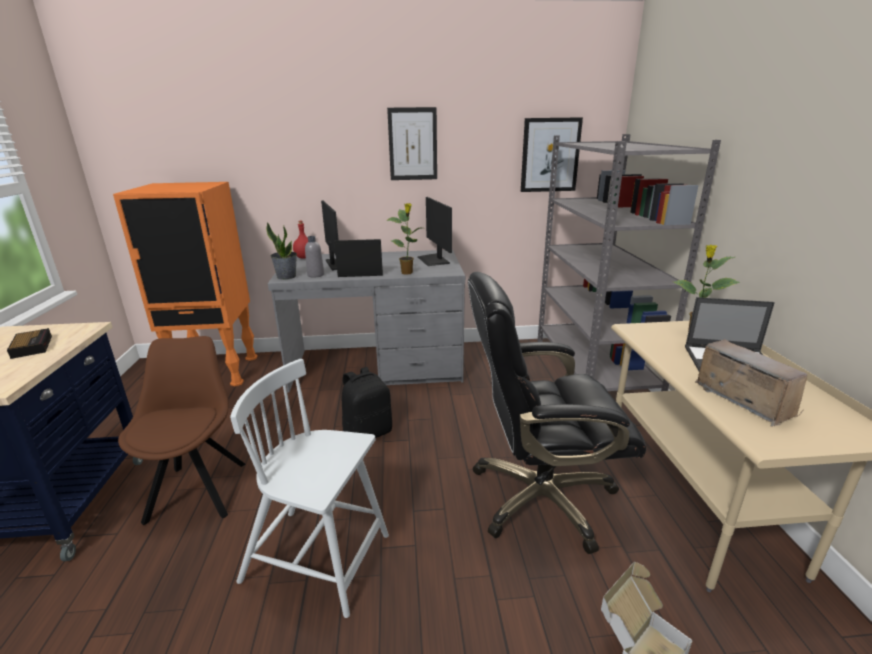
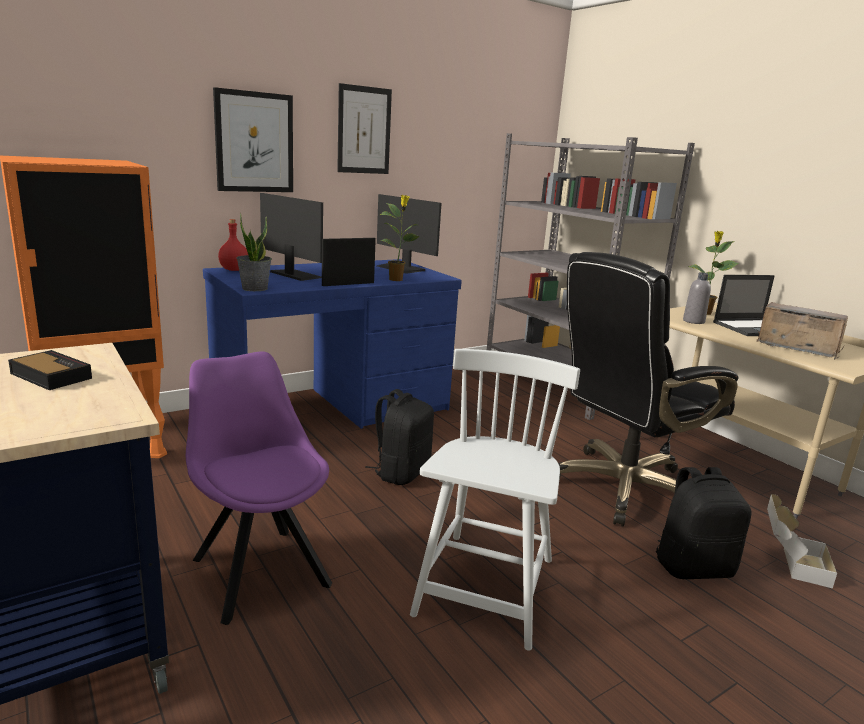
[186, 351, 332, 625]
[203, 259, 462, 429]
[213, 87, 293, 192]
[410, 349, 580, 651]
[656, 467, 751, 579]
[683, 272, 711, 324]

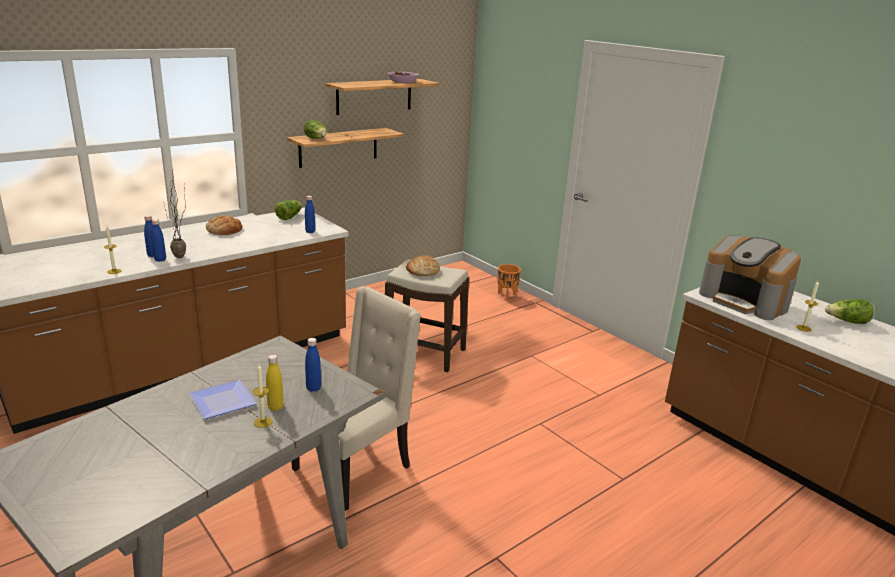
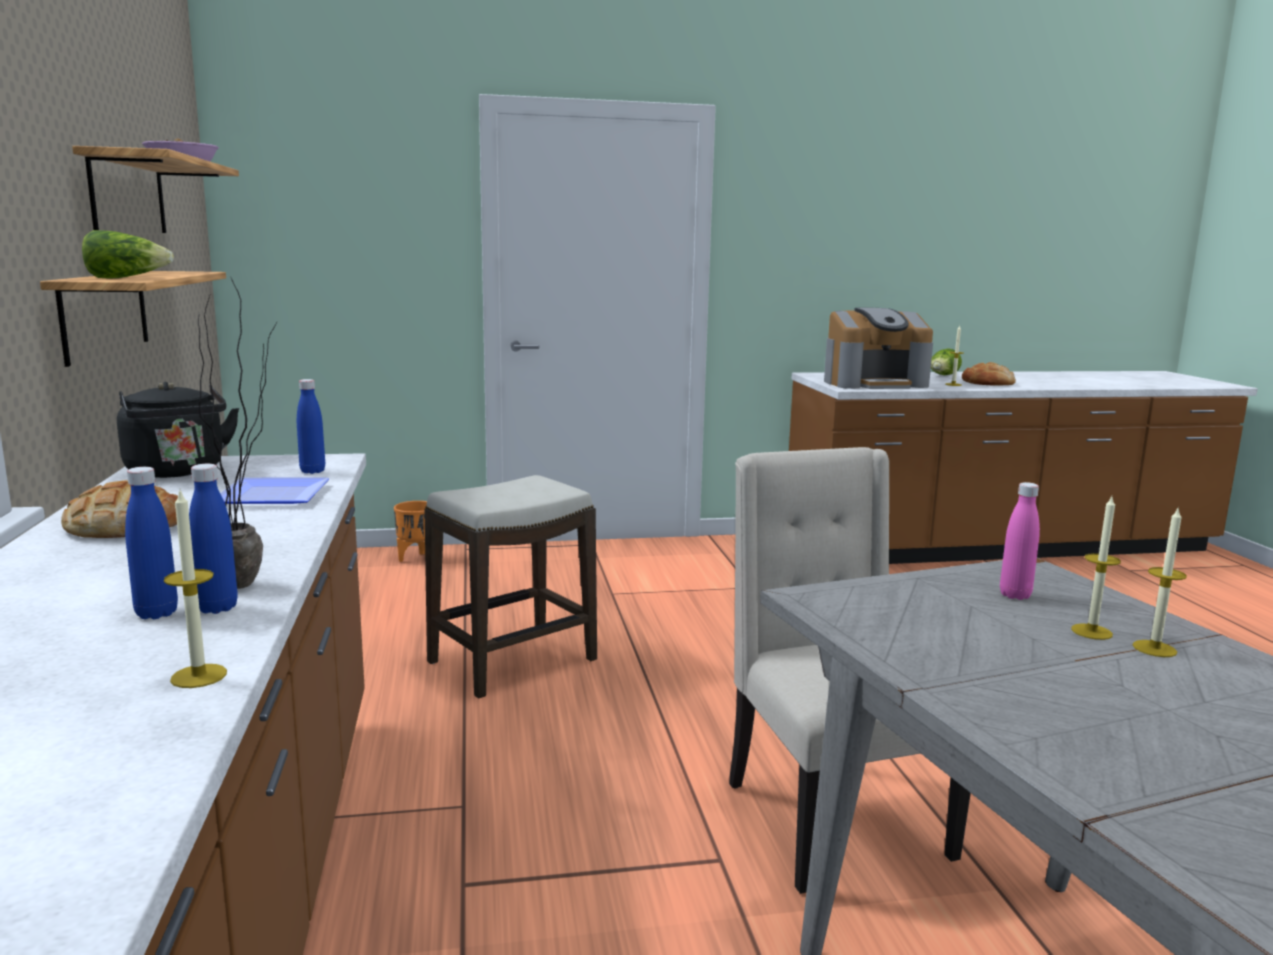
[117, 382, 239, 478]
[220, 477, 330, 504]
[962, 362, 1016, 386]
[1000, 482, 1040, 600]
[1071, 497, 1121, 640]

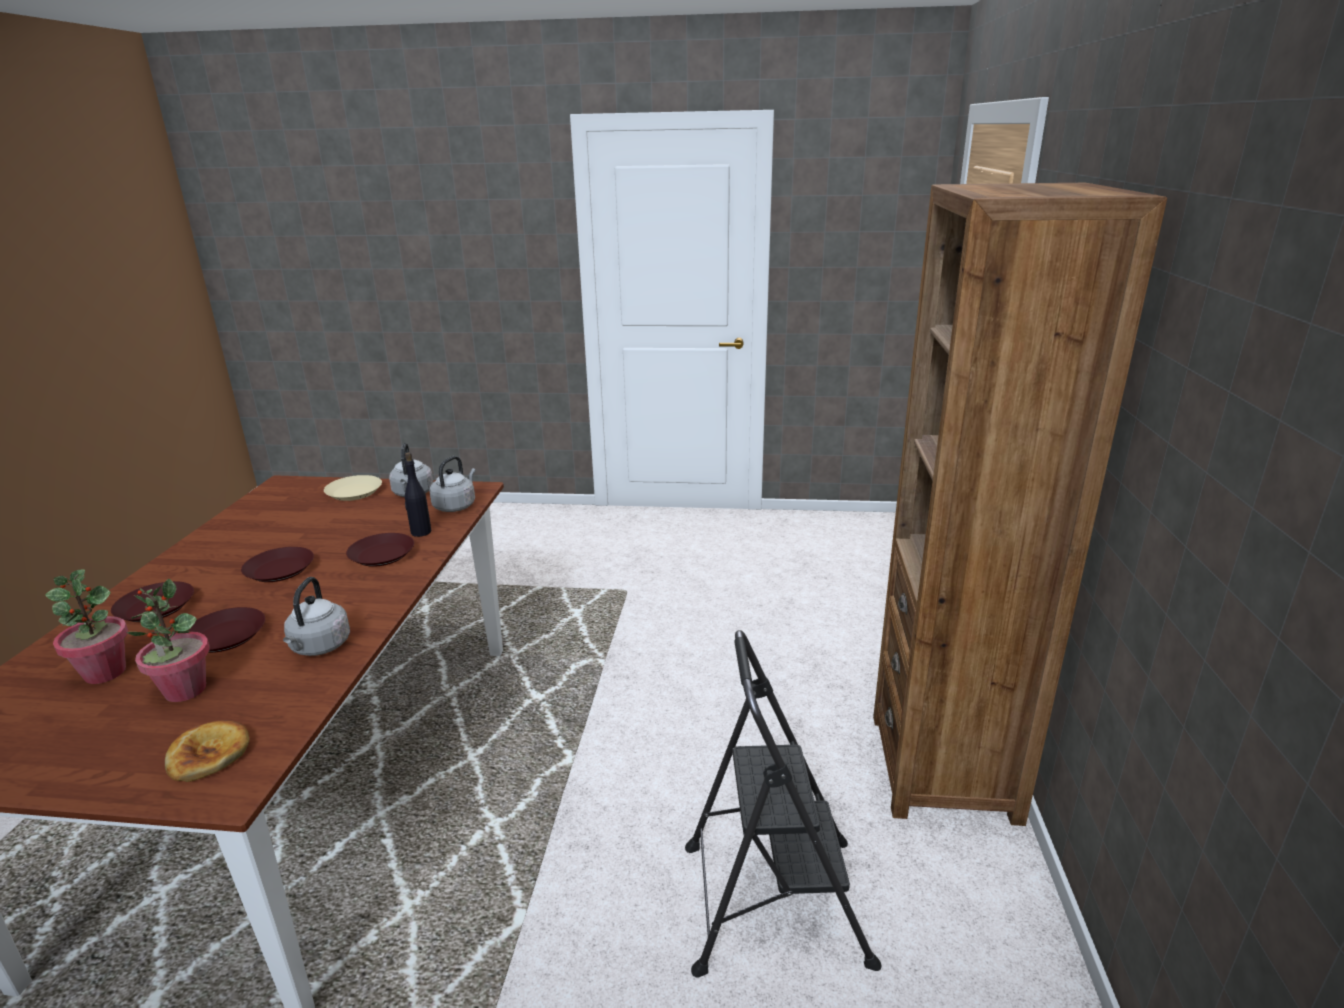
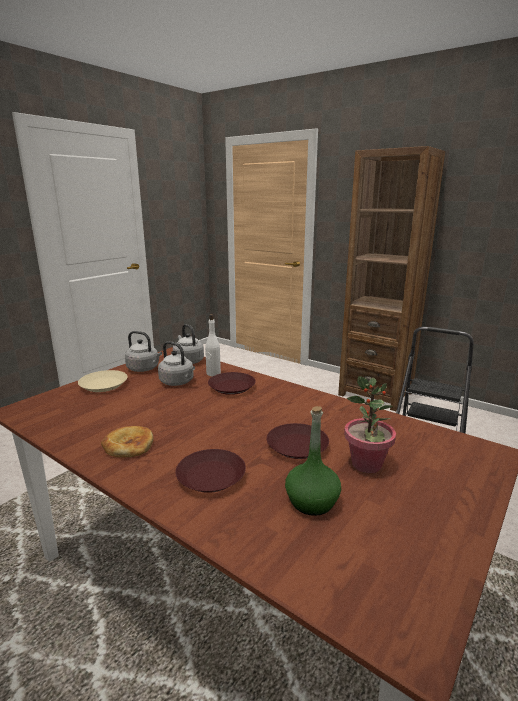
[101, 426, 153, 457]
[158, 341, 195, 386]
[205, 314, 221, 376]
[285, 406, 341, 516]
[241, 547, 314, 582] (first image)

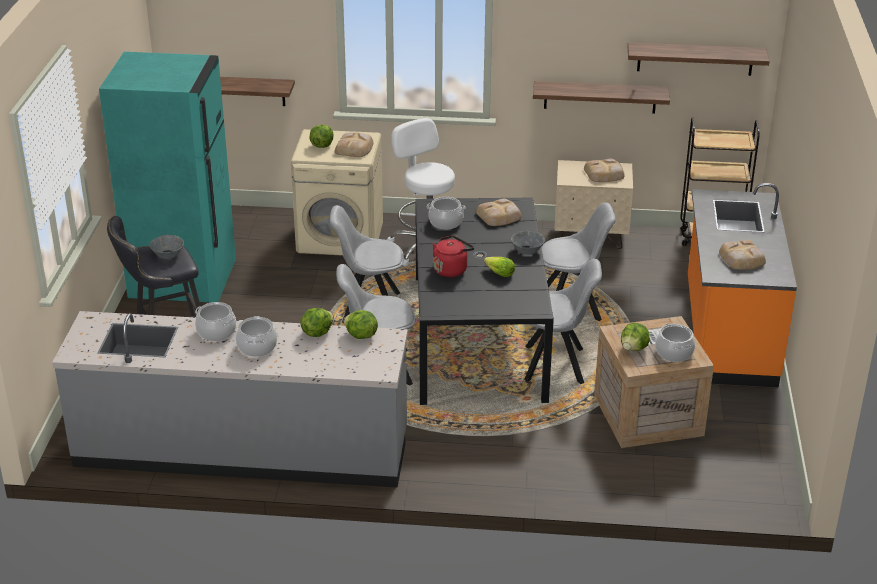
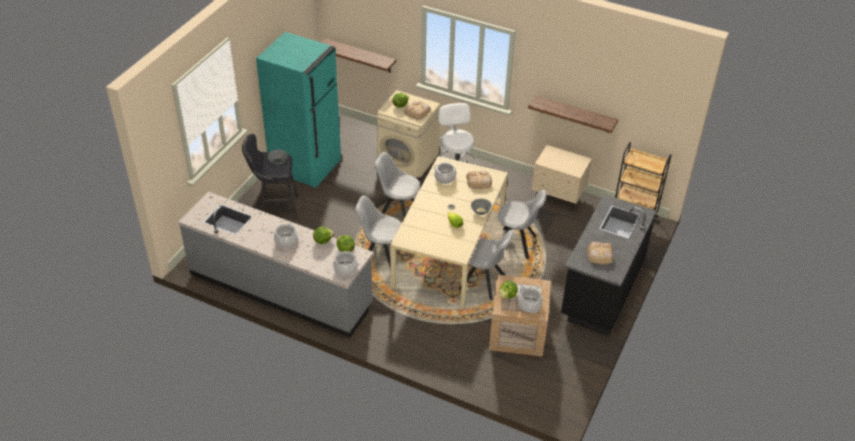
[333, 251, 358, 276]
[390, 156, 508, 308]
[561, 194, 656, 336]
[432, 235, 474, 277] (first image)
[584, 159, 625, 182] (first image)
[628, 42, 769, 76] (first image)

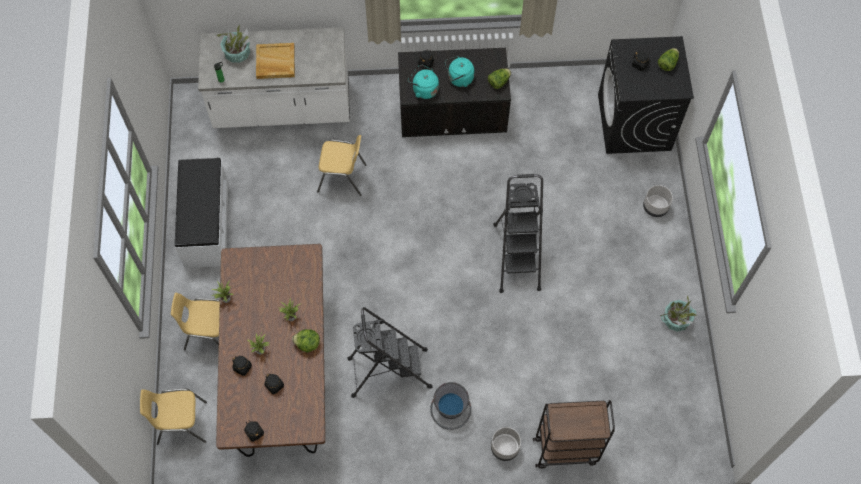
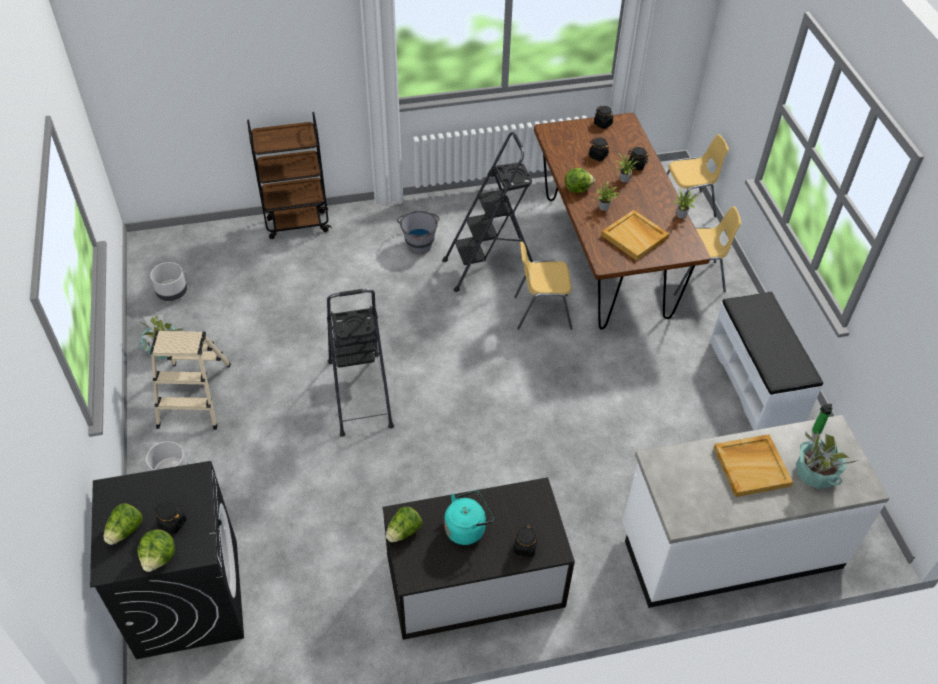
[138, 529, 175, 572]
[150, 262, 187, 301]
[150, 330, 231, 430]
[514, 242, 573, 330]
[601, 210, 669, 261]
[408, 64, 439, 99] (first image)

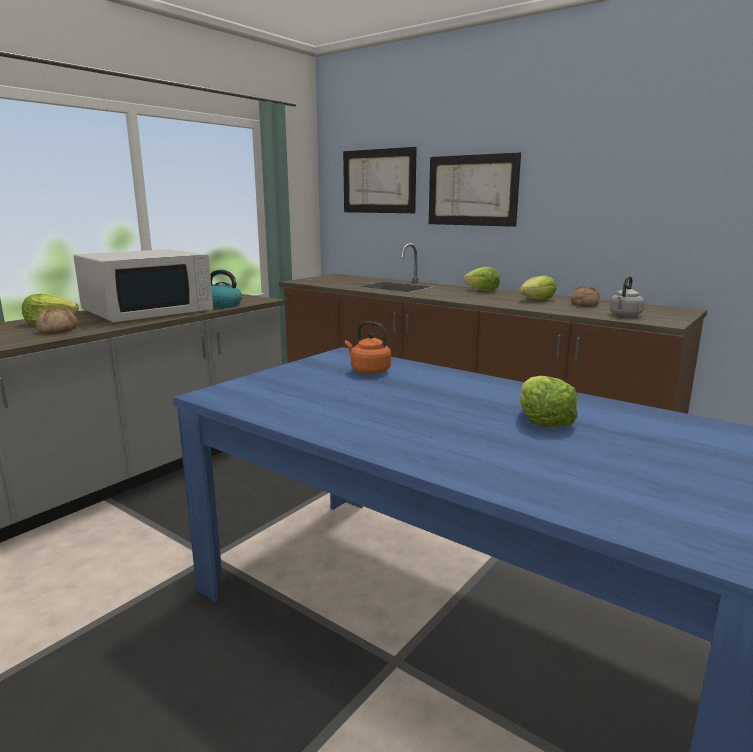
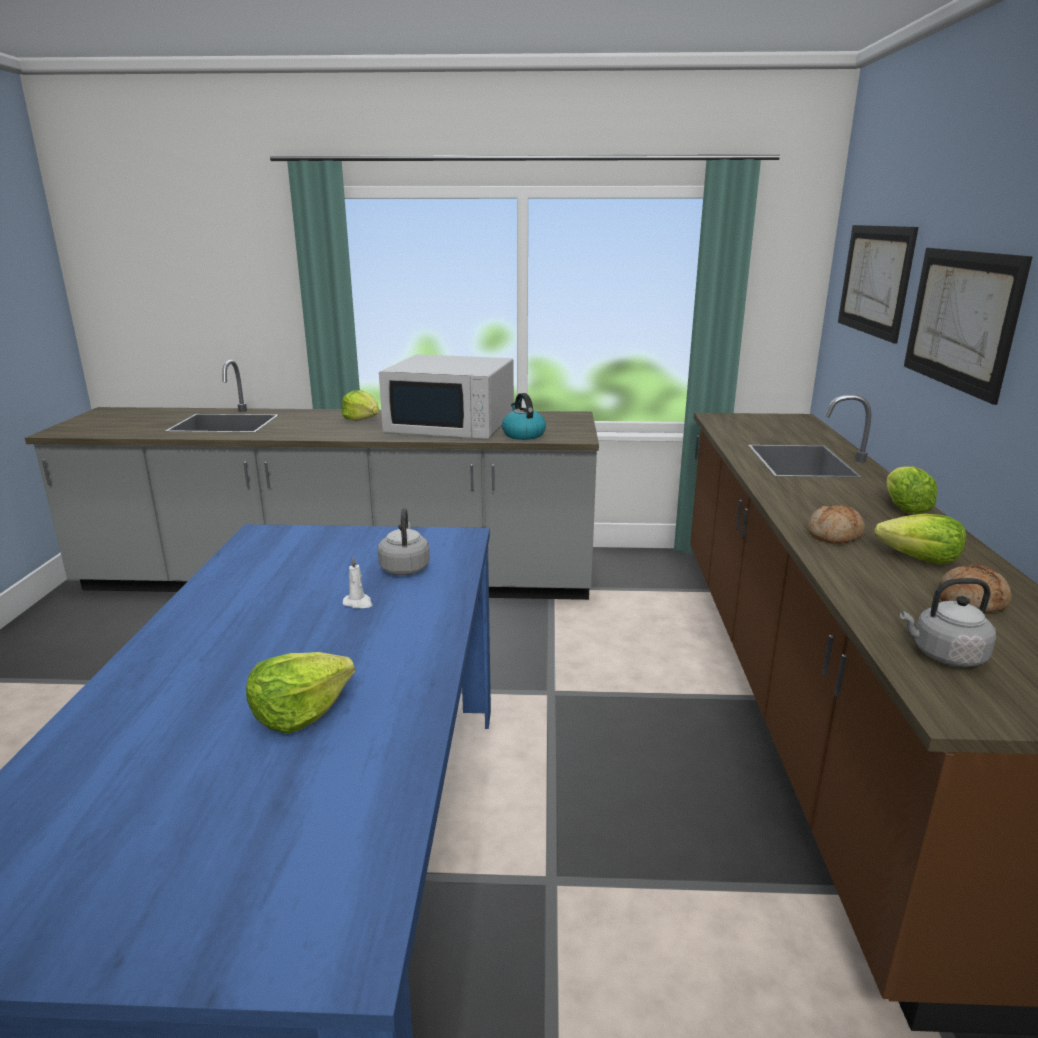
[343, 557, 372, 608]
[378, 508, 430, 575]
[808, 505, 865, 544]

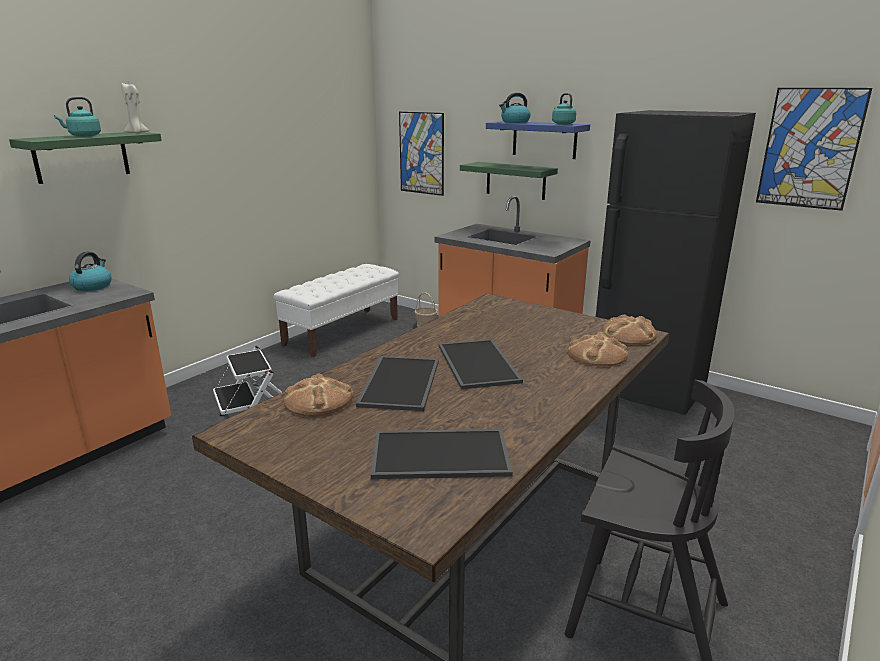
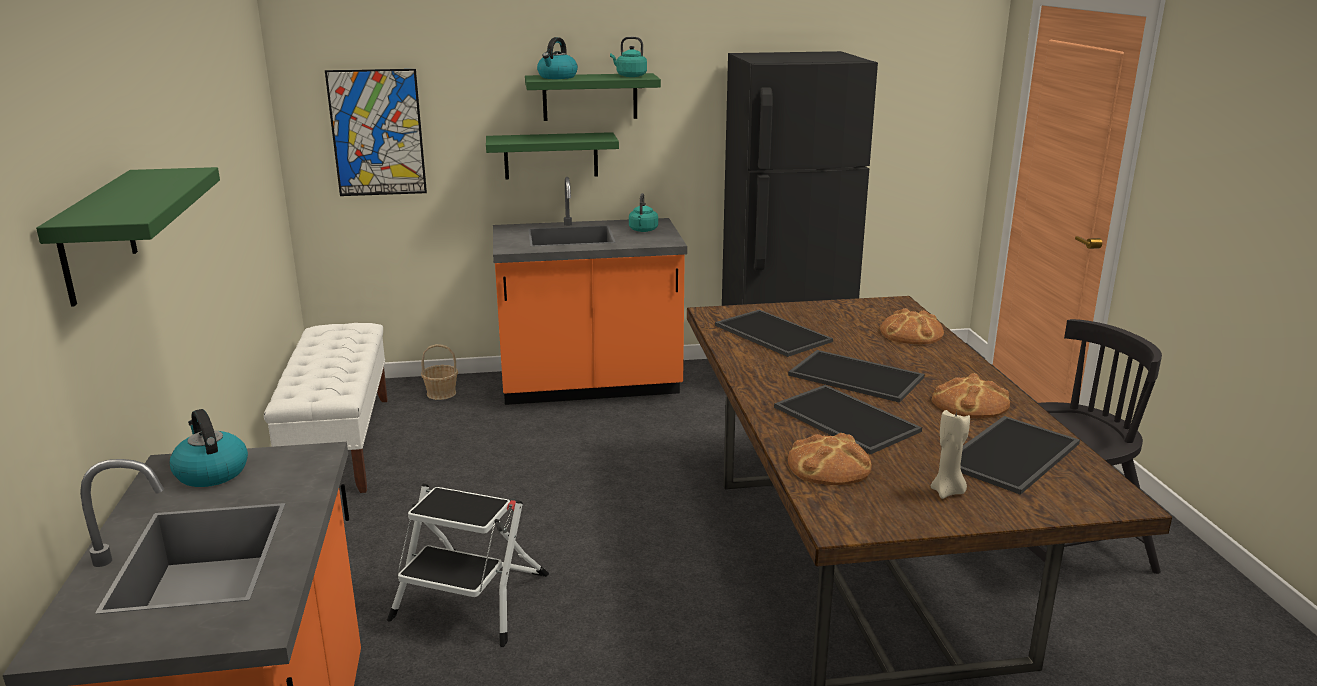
[525, 73, 661, 121]
[629, 193, 658, 232]
[715, 310, 833, 357]
[931, 410, 970, 499]
[932, 373, 1010, 418]
[756, 88, 872, 211] (first image)

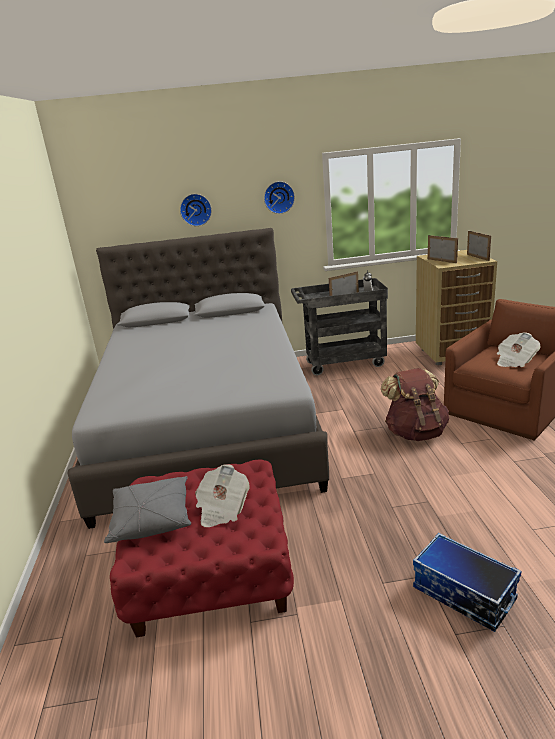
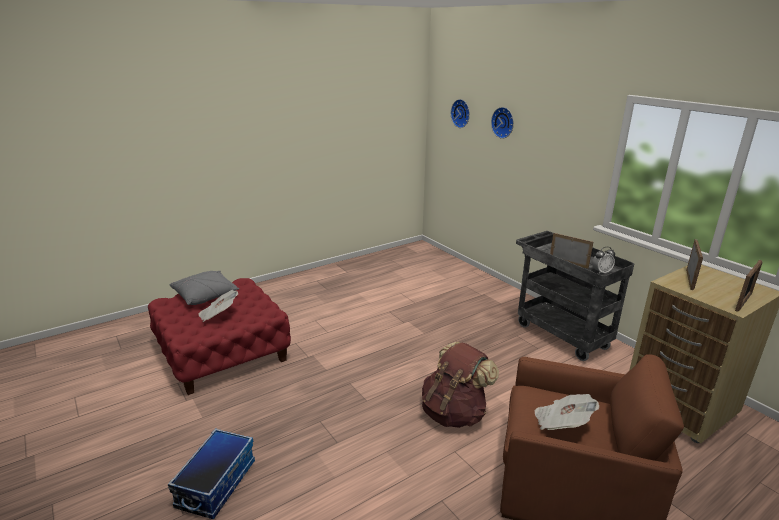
[451, 99, 470, 128]
[67, 228, 329, 529] (first image)

